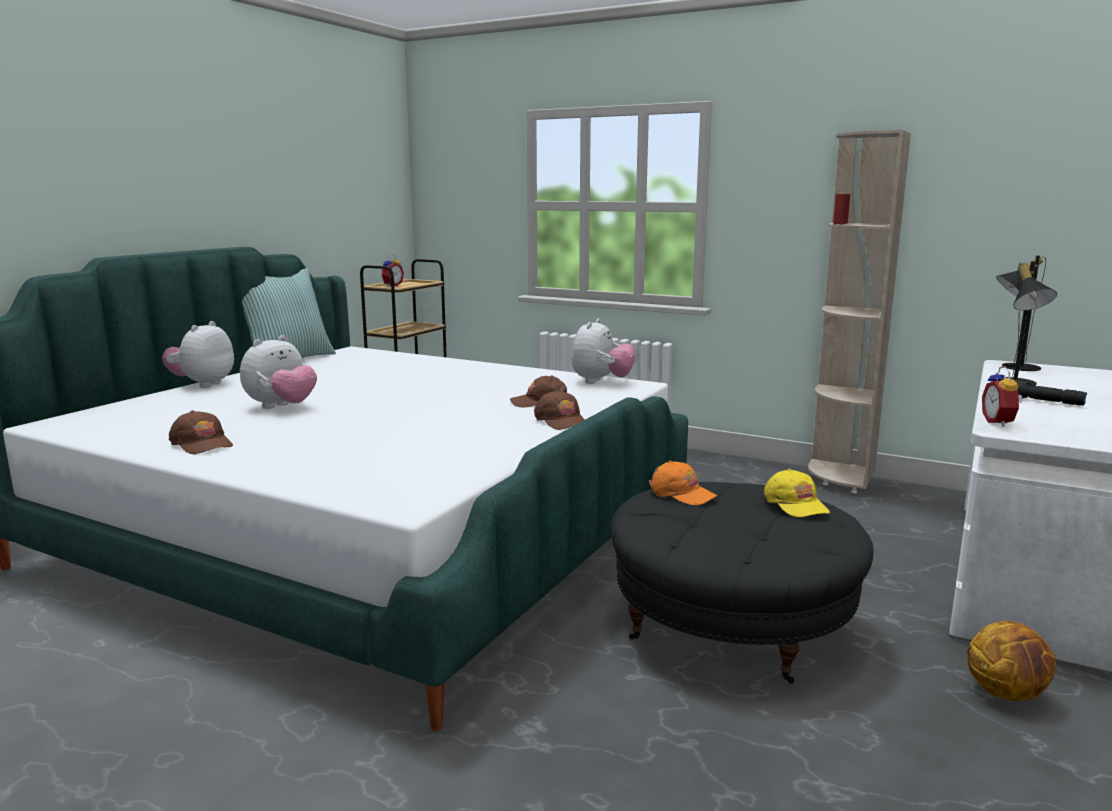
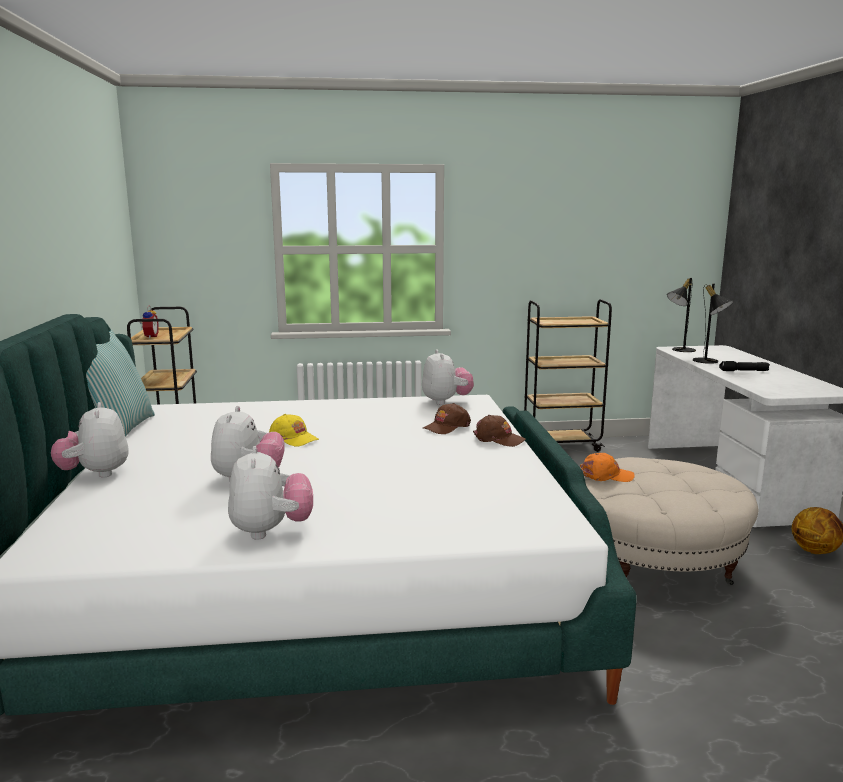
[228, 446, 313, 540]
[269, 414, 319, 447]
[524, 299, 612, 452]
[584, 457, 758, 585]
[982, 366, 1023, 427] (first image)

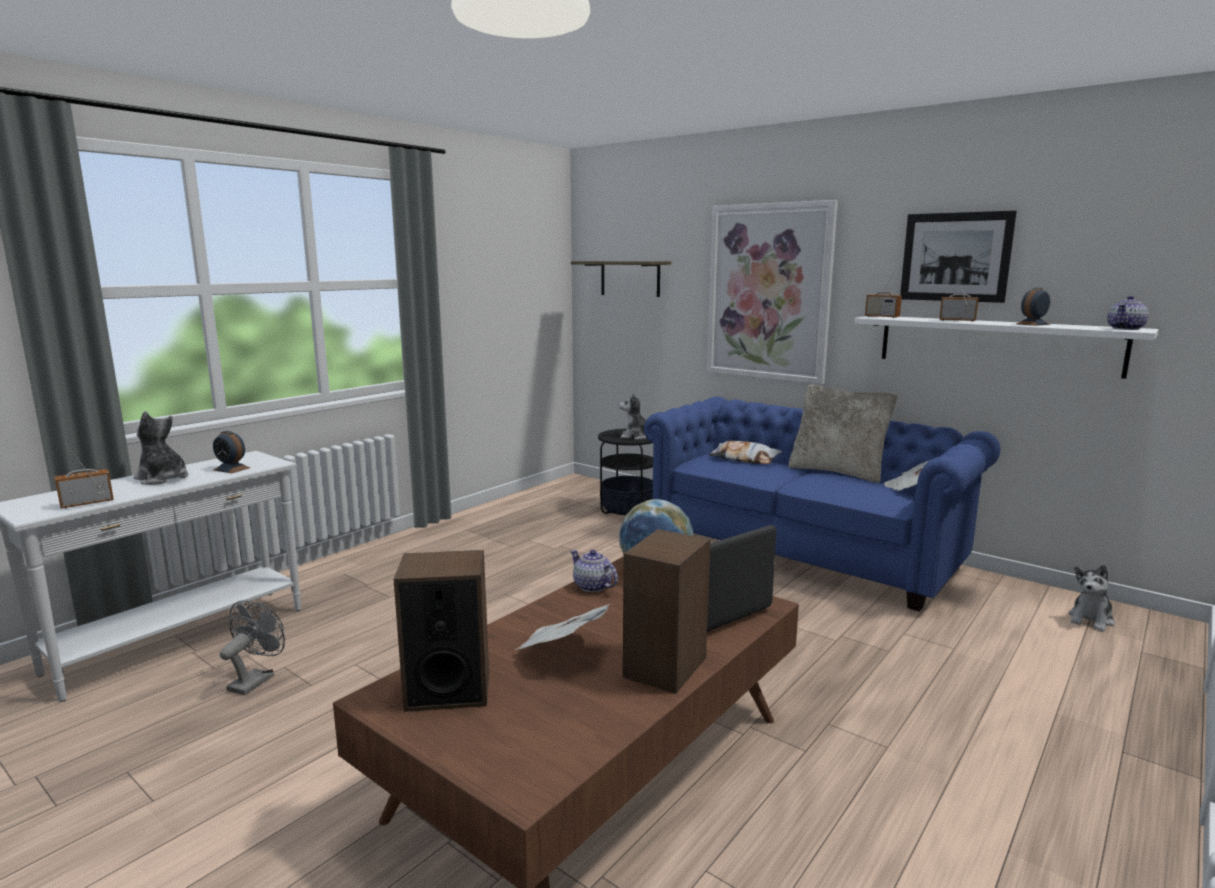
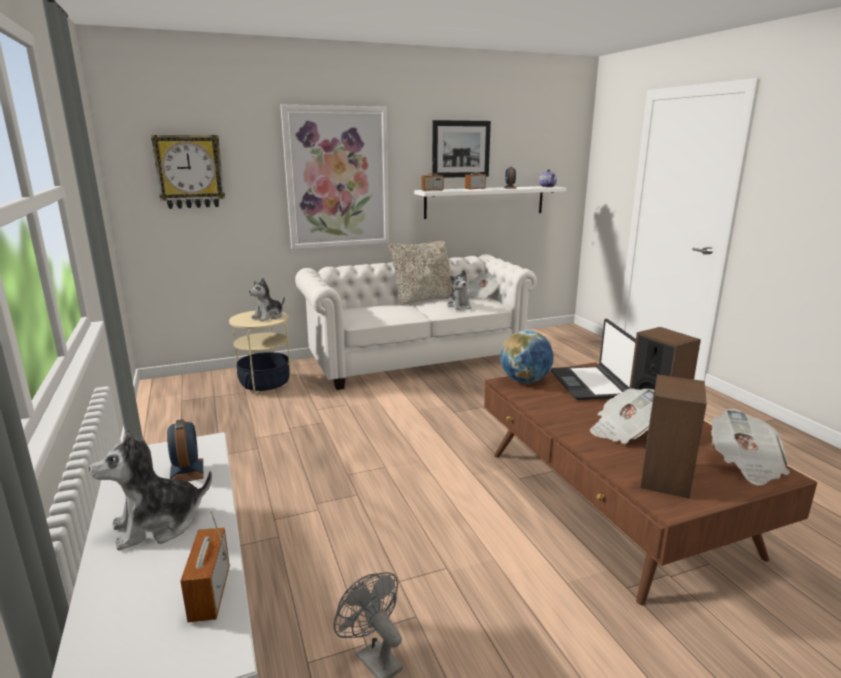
[151, 135, 225, 209]
[167, 419, 203, 481]
[229, 311, 291, 394]
[295, 254, 537, 390]
[447, 270, 472, 310]
[711, 409, 790, 486]
[570, 550, 618, 592] (first image)
[708, 441, 782, 464] (first image)

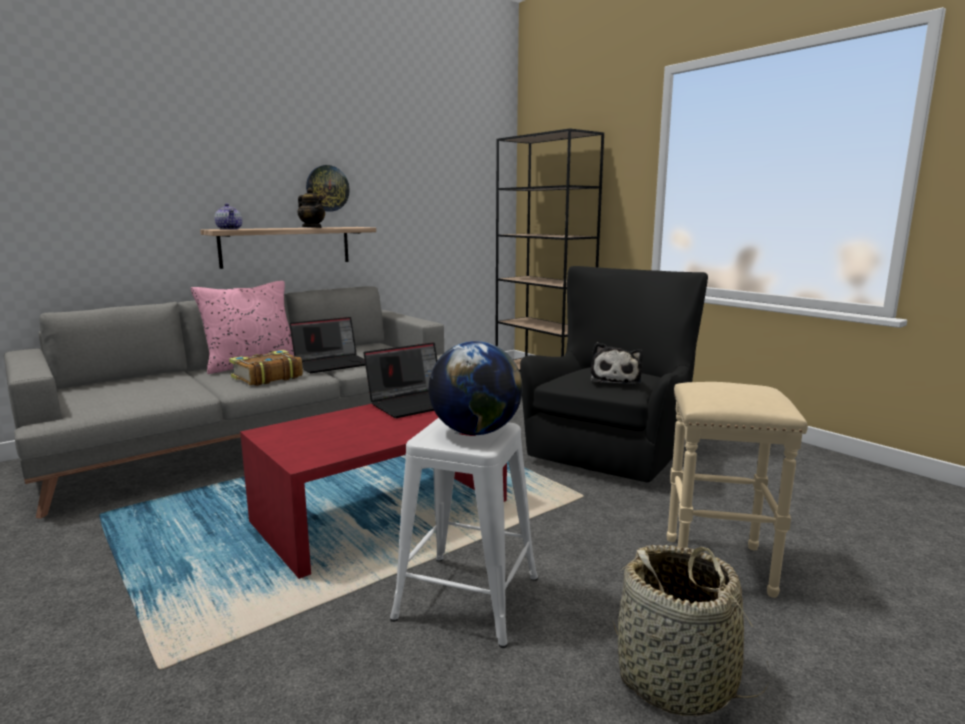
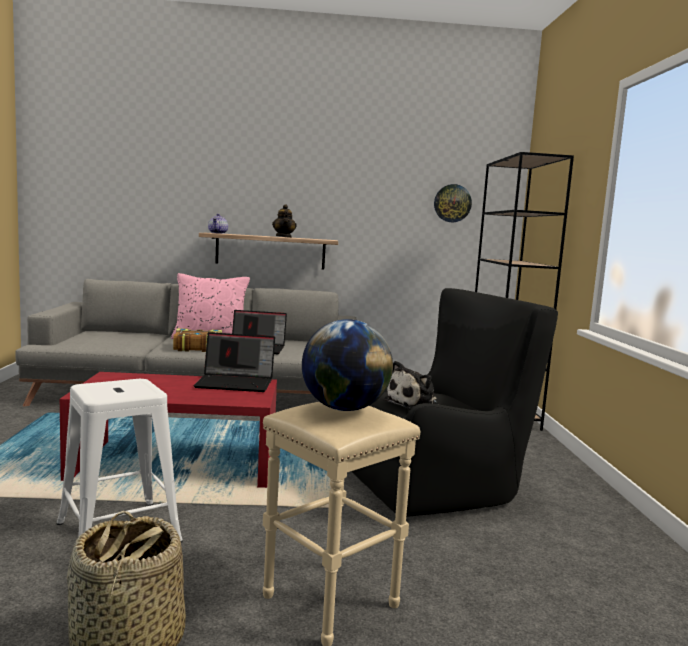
[302, 319, 393, 411]
[434, 184, 472, 222]

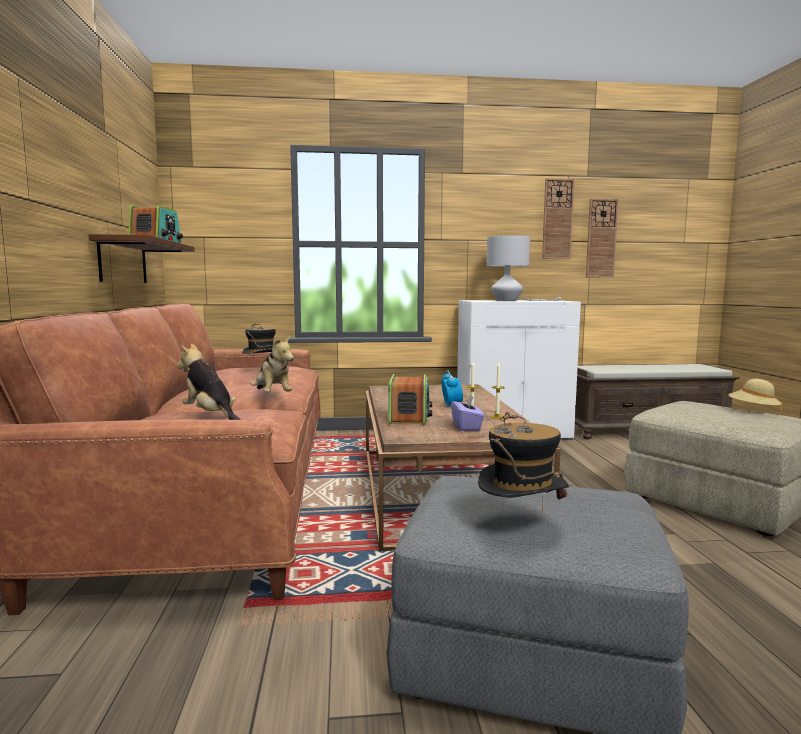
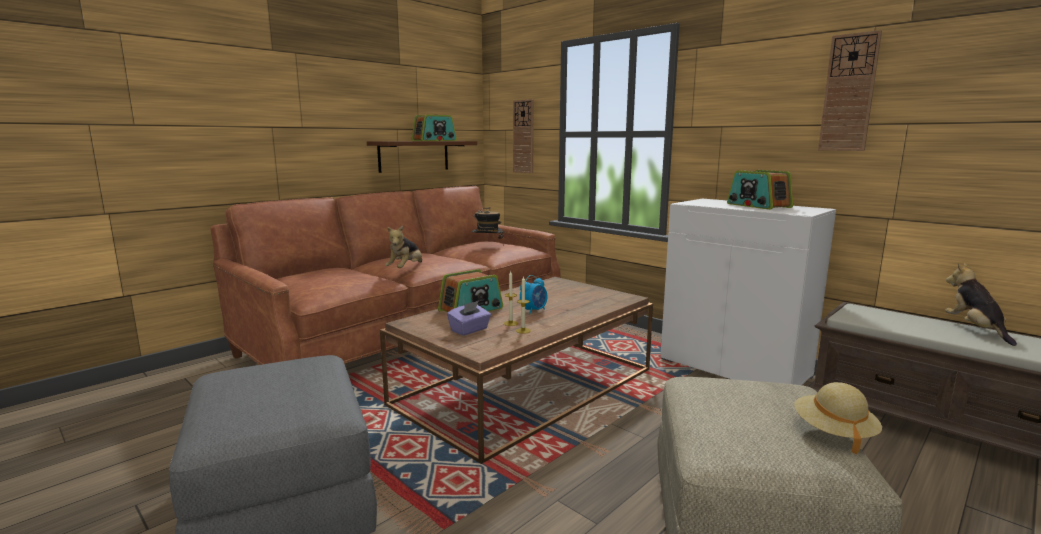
[513, 99, 534, 173]
[727, 170, 793, 210]
[945, 263, 1017, 346]
[478, 412, 569, 513] (first image)

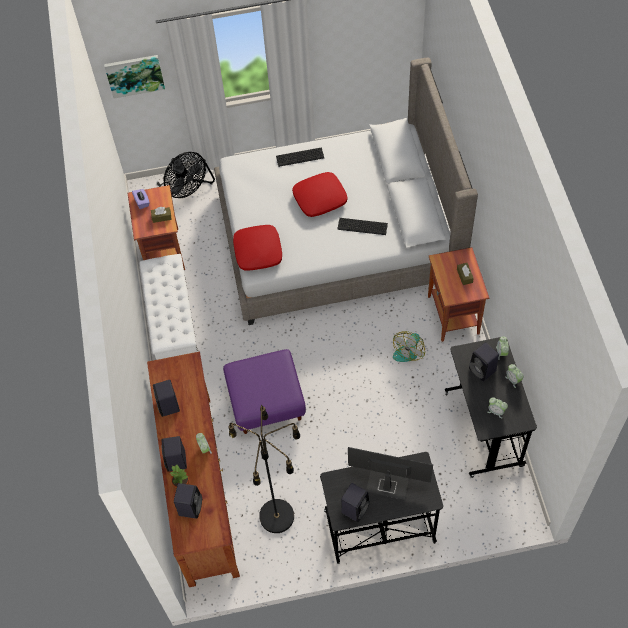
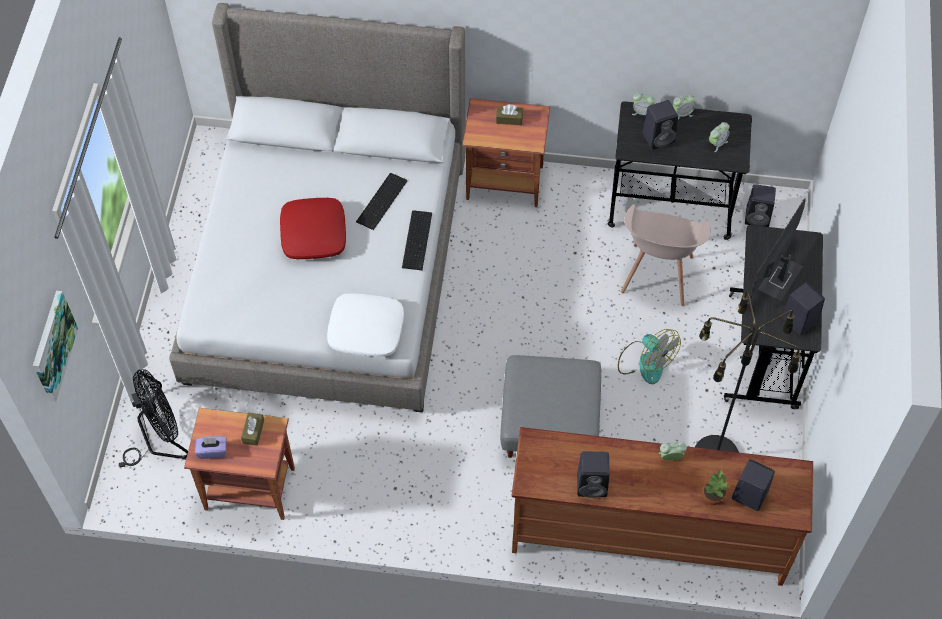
[327, 293, 404, 357]
[402, 211, 432, 270]
[500, 355, 601, 458]
[618, 329, 681, 384]
[621, 204, 711, 306]
[745, 184, 776, 227]
[140, 254, 197, 360] (first image)

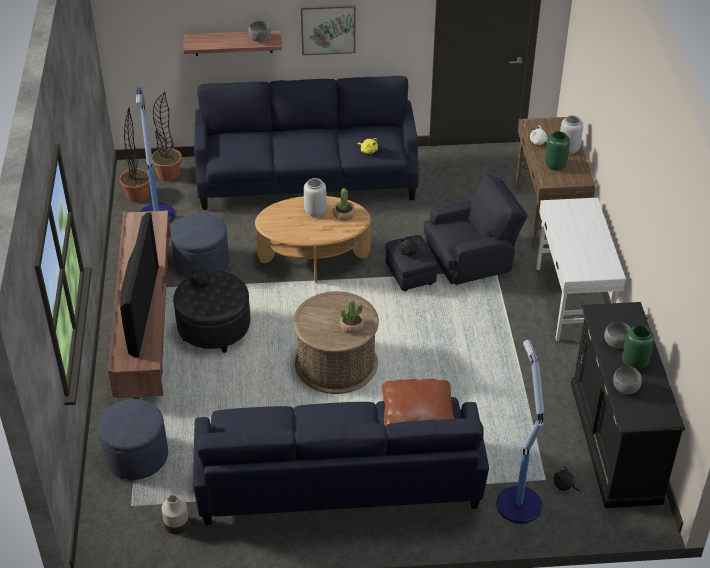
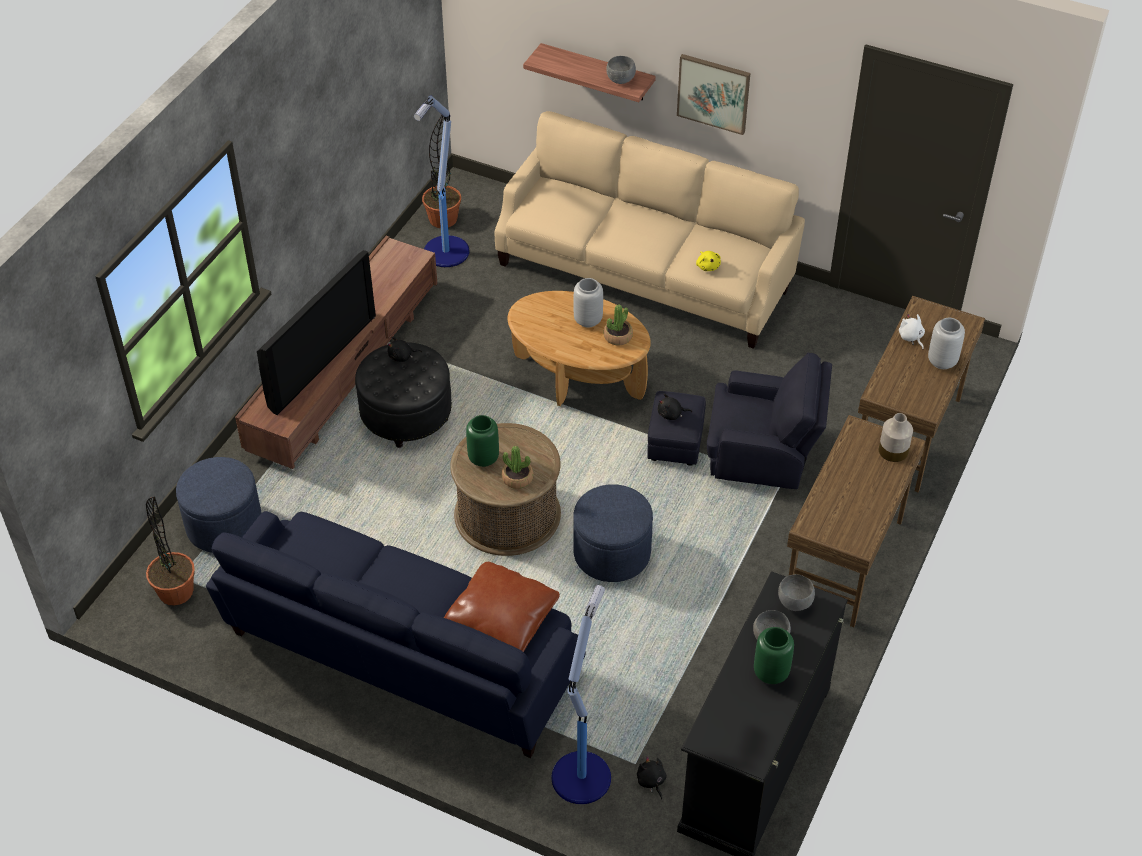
[146, 496, 195, 606]
[466, 415, 499, 467]
[495, 111, 805, 349]
[573, 484, 653, 582]
[778, 575, 815, 611]
[787, 415, 925, 627]
[879, 413, 913, 462]

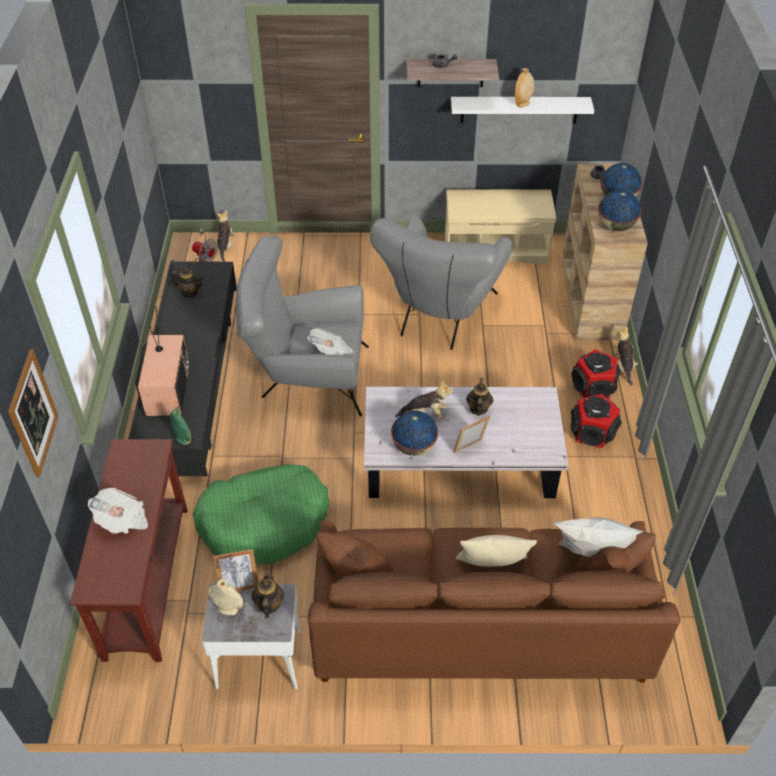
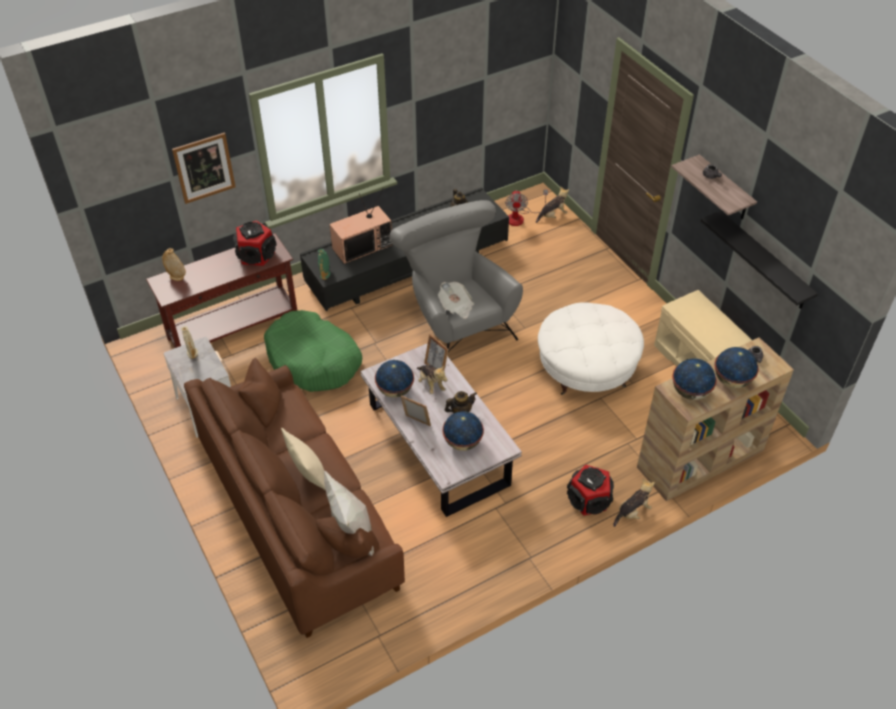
[162, 248, 186, 281]
[233, 221, 276, 266]
[424, 334, 449, 370]
[443, 411, 484, 451]
[538, 302, 644, 395]
[701, 211, 818, 309]
[88, 488, 148, 534] (first image)
[251, 568, 285, 619] (first image)

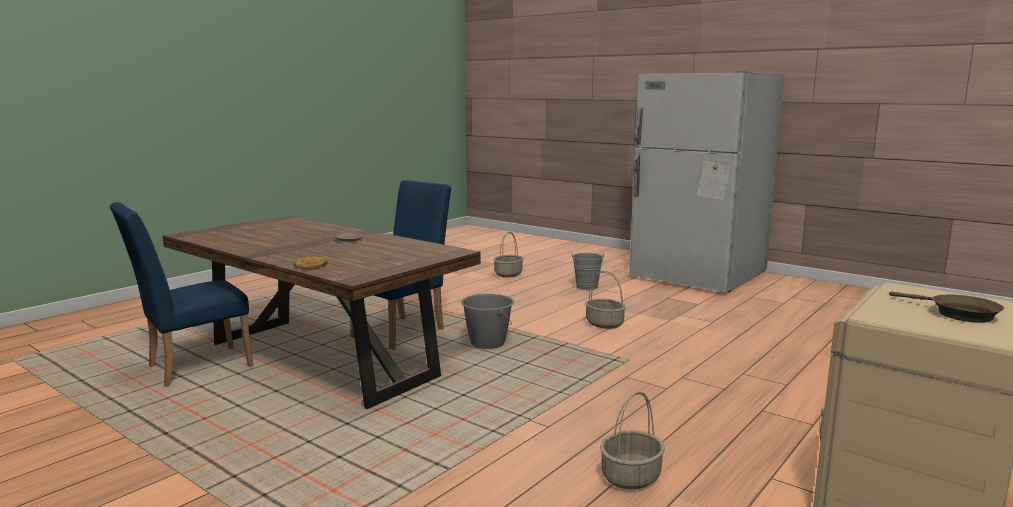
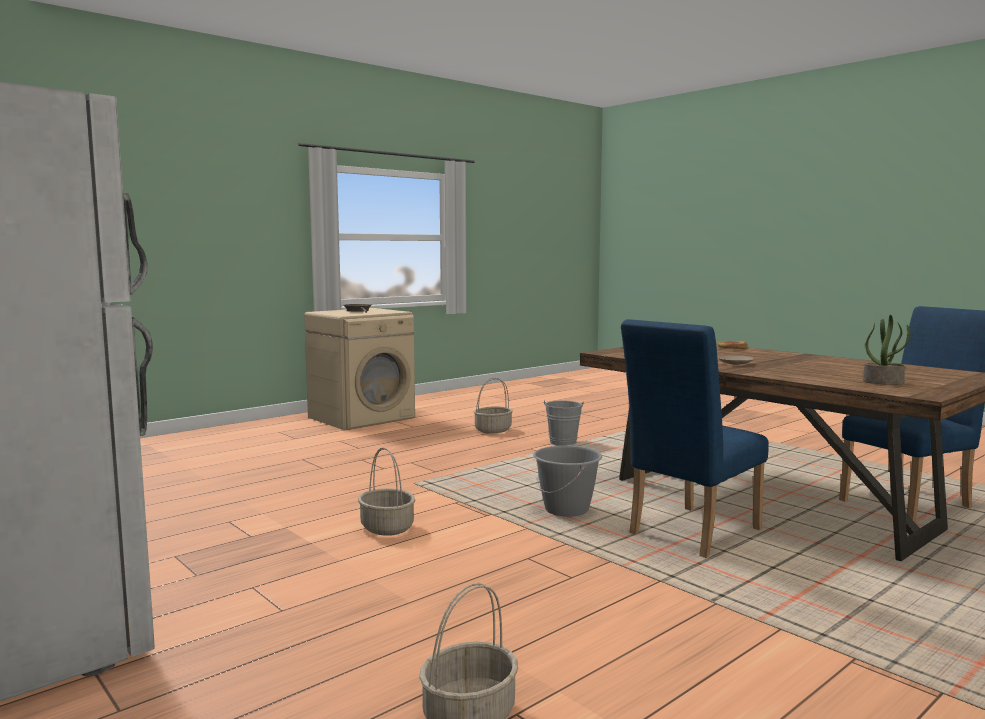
[544, 400, 584, 446]
[863, 315, 910, 385]

